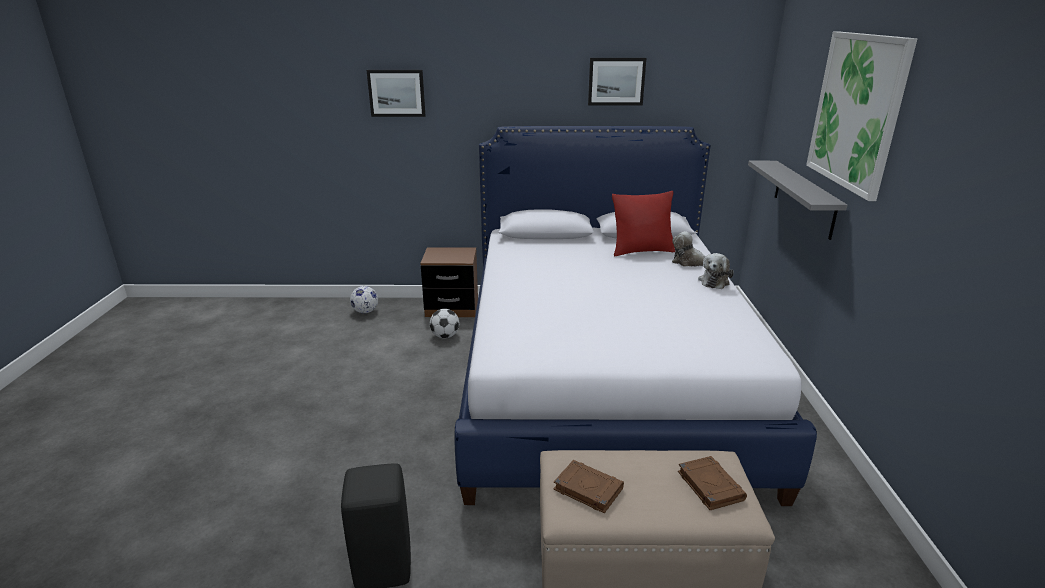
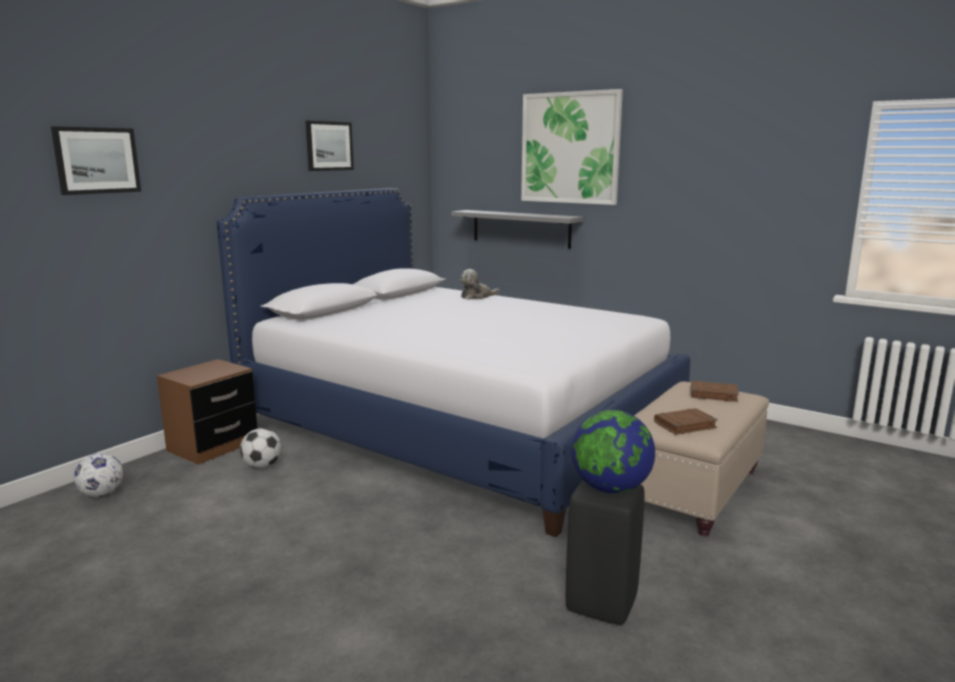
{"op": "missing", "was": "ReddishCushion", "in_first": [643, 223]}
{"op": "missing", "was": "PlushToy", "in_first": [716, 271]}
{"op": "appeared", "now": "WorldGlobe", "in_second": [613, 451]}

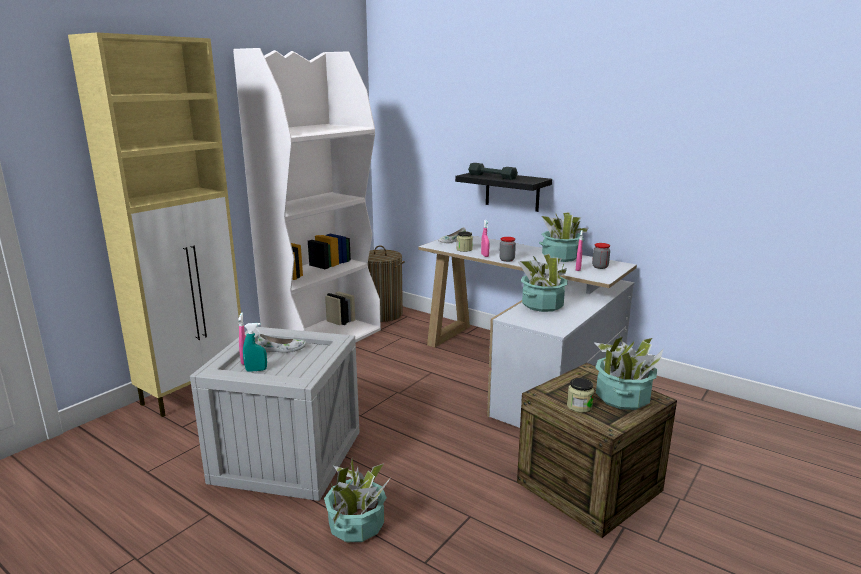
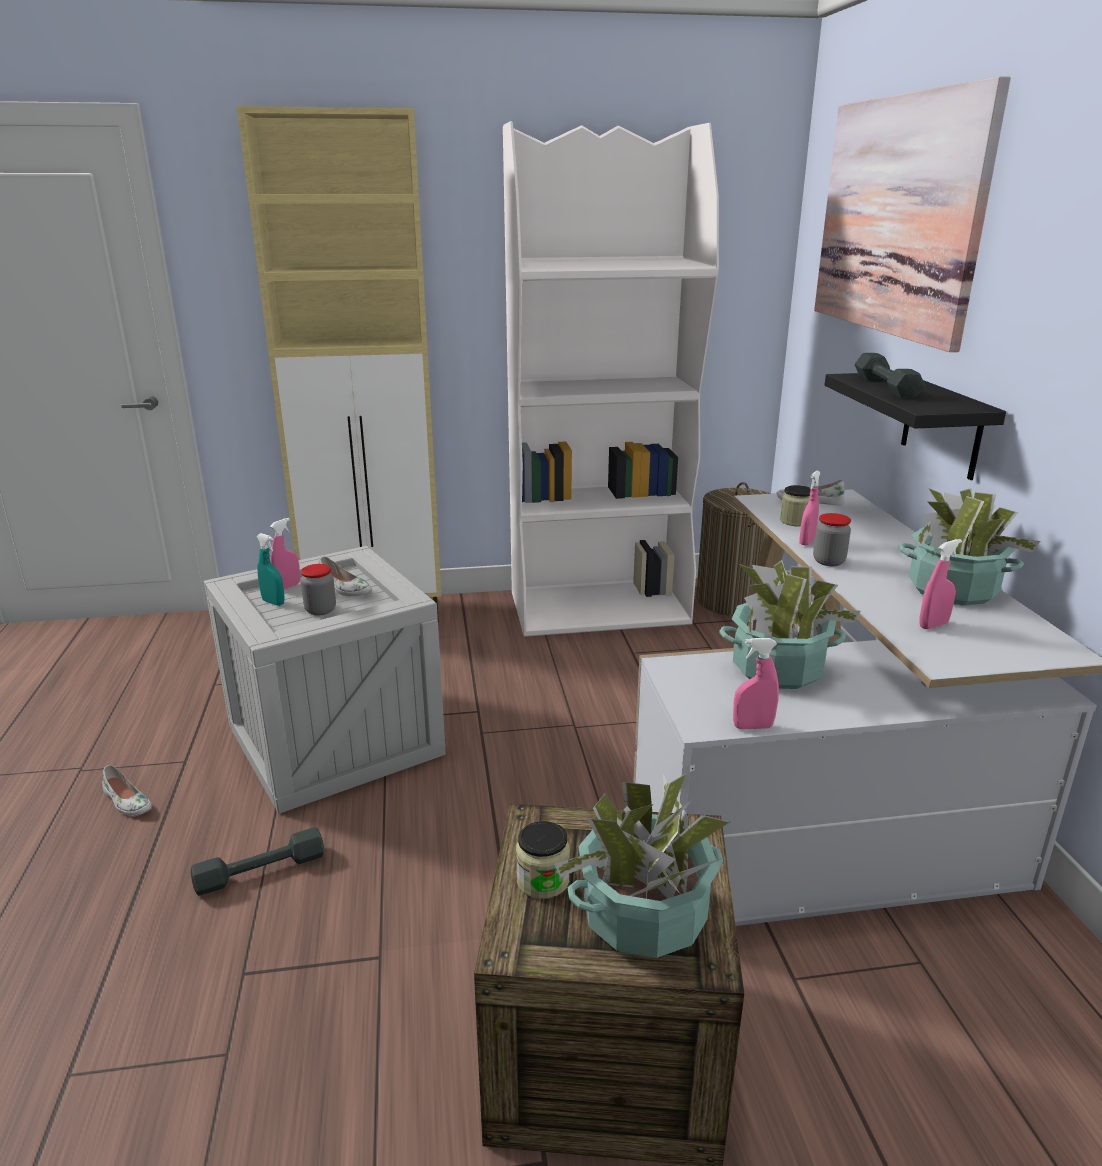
{"op": "relocated", "was": "StorageJar", "in_first": [601, 256], "in_second": [318, 589]}
{"op": "exchanged", "was": "Houseplant", "now": "GreyishFreeWeight", "in_first": [357, 500], "in_second": [257, 861]}
{"op": "appeared", "now": "Picture", "in_second": [912, 214]}
{"op": "appeared", "now": "PinkColouredHandSprayer", "in_second": [756, 683]}
{"op": "appeared", "now": "WhitishLowShoe", "in_second": [127, 790]}

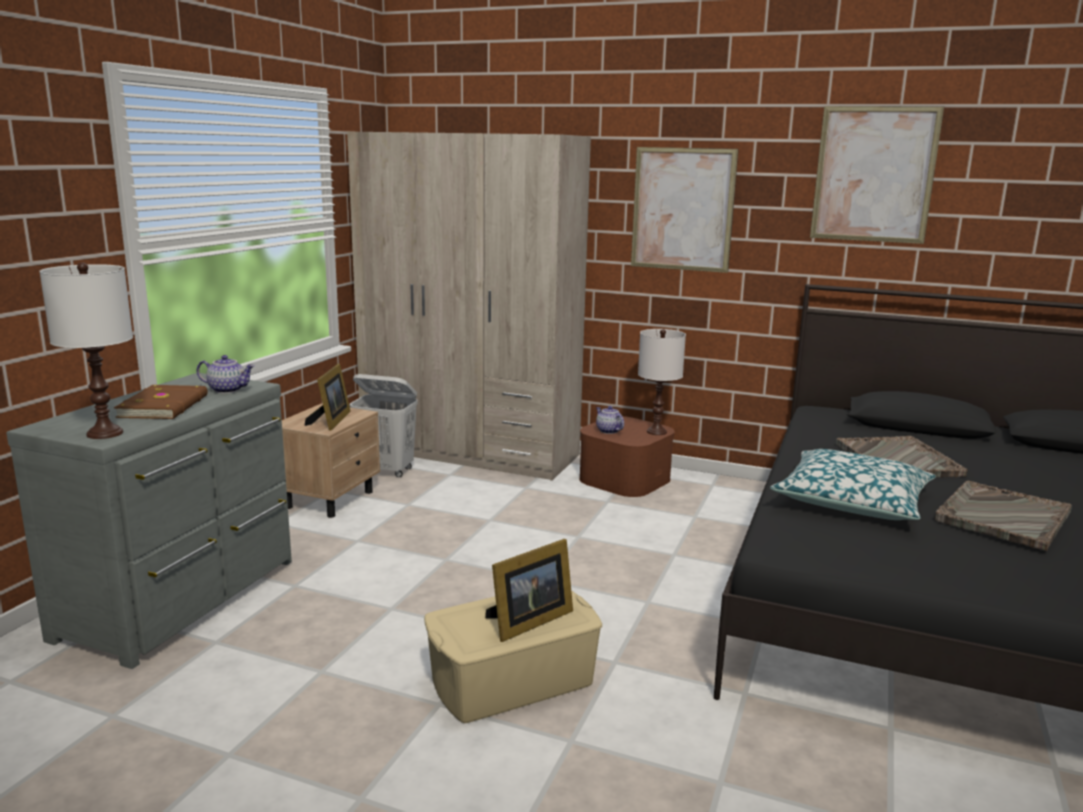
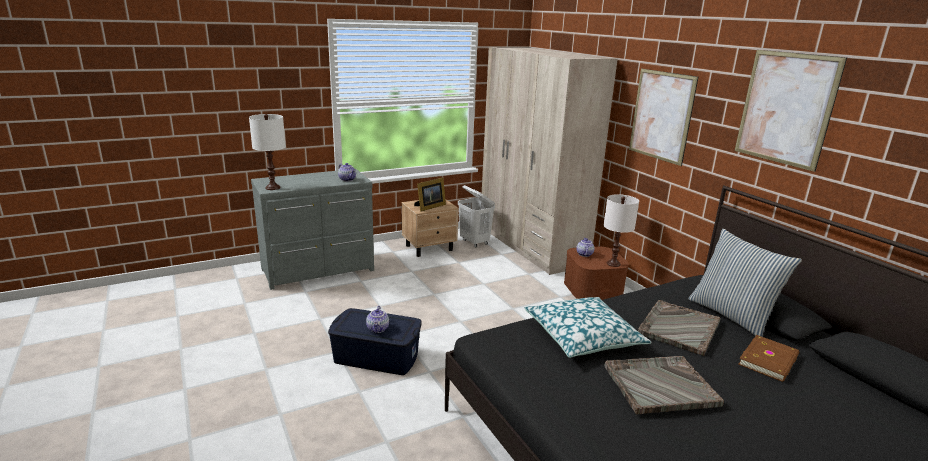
{"op": "relocated", "was": "BrownishBoundBook", "in_first": [161, 402], "in_second": [768, 358]}
{"op": "exchanged", "was": "PhotoFrame", "now": "Teapot", "in_first": [529, 590], "in_second": [377, 319]}
{"op": "colour", "was": "BeigeStorageBox", "now": "BluishStorageBox", "in_first": [513, 656], "in_second": [375, 341]}
{"op": "appeared", "now": "Cushion", "in_second": [745, 283]}

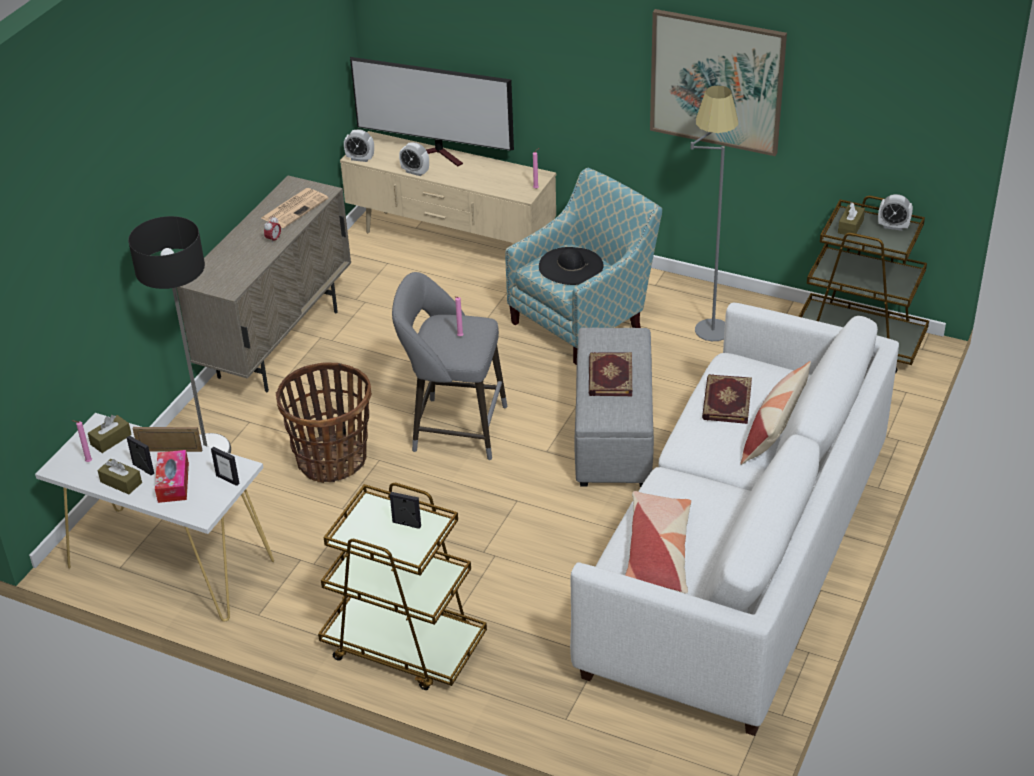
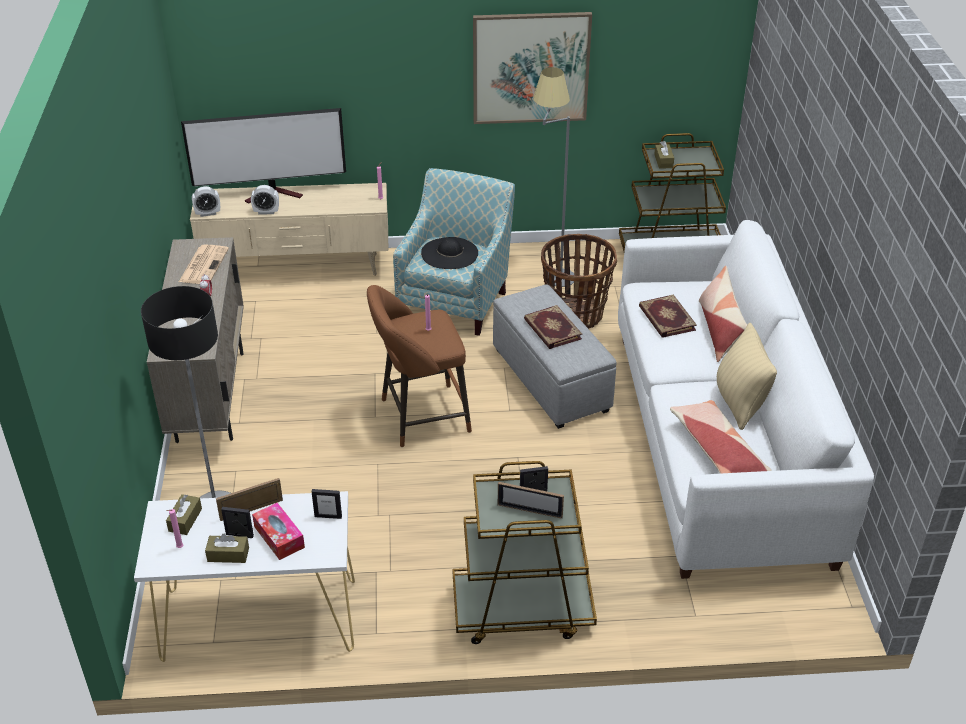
{"op": "missing", "was": "AlarmClock", "in_first": [895, 212]}
{"op": "colour", "was": "GreyishStool", "now": "BrownishStool", "in_first": [449, 366], "in_second": [419, 366]}
{"op": "relocated", "was": "Basket", "in_first": [324, 423], "in_second": [579, 281]}
{"op": "appeared", "now": "BeigeCushion", "in_second": [747, 376]}
{"op": "appeared", "now": "PhotoFrame", "in_second": [531, 500]}

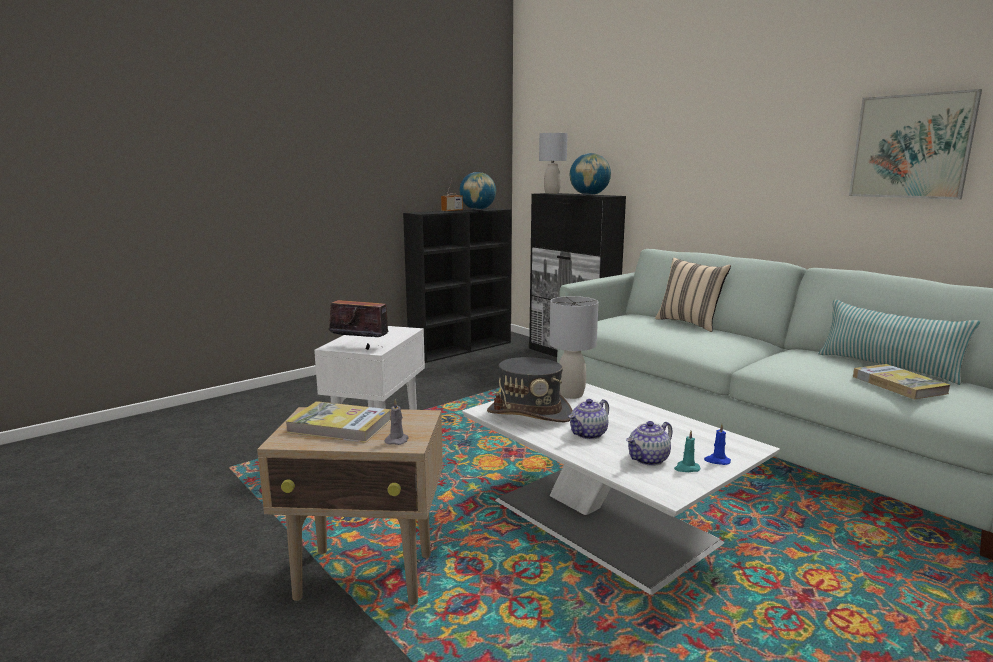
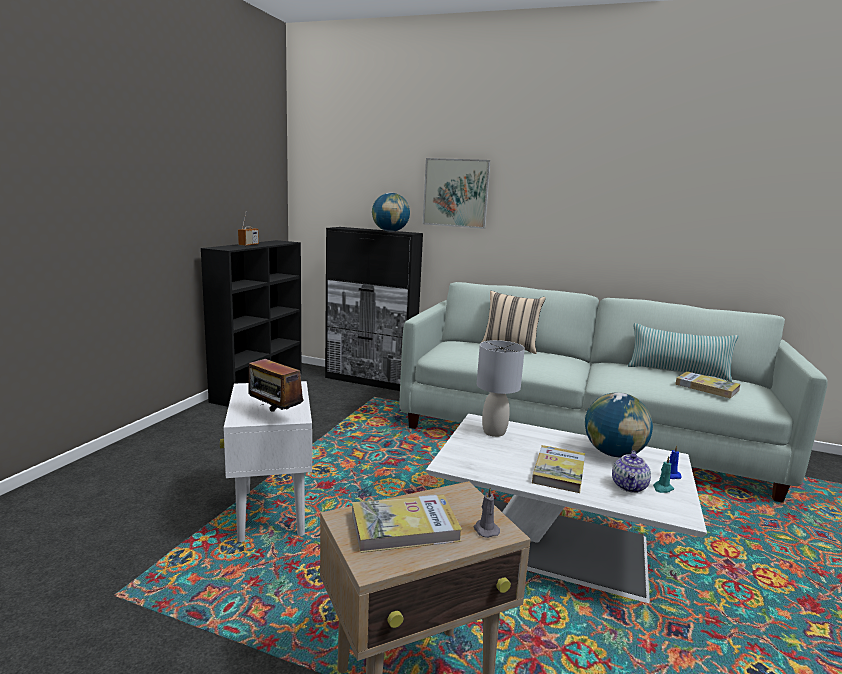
{"op": "relocated", "was": "Picture", "in_first": [915, 144], "in_second": [457, 193]}
{"op": "missing", "was": "GreyishTableLamp", "in_first": [553, 163]}
{"op": "relocated", "was": "WorldGlobe", "in_first": [477, 191], "in_second": [619, 424]}
{"op": "spun", "was": "RadioSet", "in_first": [358, 325], "in_second": [276, 385], "clockwise": -120}
{"op": "missing", "was": "GreyishWearableHat", "in_first": [530, 389]}
{"op": "exchanged", "was": "Teapot", "now": "BoundBook", "in_first": [588, 419], "in_second": [558, 469]}

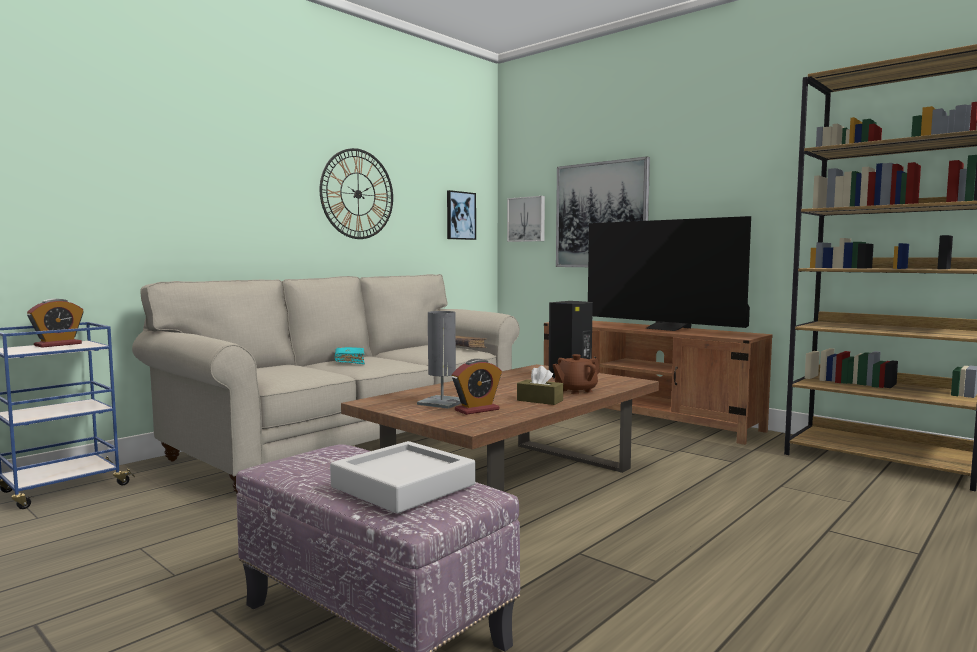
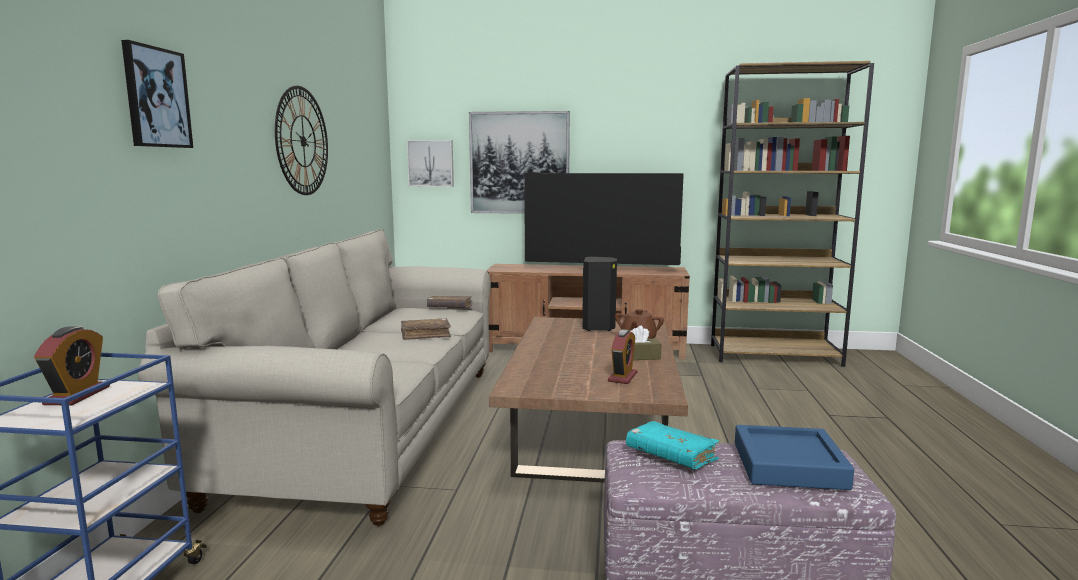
{"op": "relocated", "was": "Picture", "in_first": [461, 215], "in_second": [157, 94]}
{"op": "missing", "was": "GreyishTableLamp", "in_first": [439, 360]}
{"op": "relocated", "was": "TurquoiseColouredBoundBook", "in_first": [350, 355], "in_second": [673, 445]}
{"op": "colour", "was": "GreyishServingTray", "now": "BluishServingTray", "in_first": [402, 477], "in_second": [794, 457]}
{"op": "appeared", "now": "BrownishBoundBook", "in_second": [426, 329]}

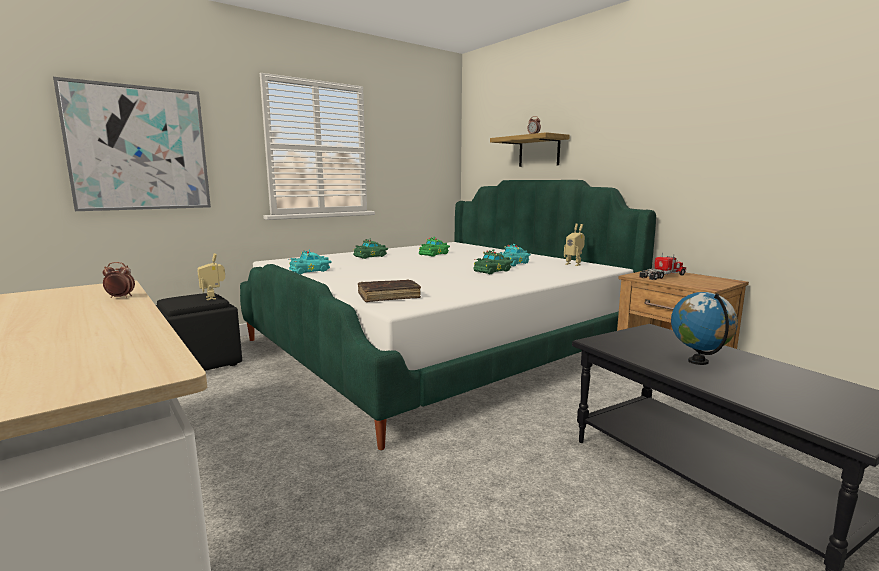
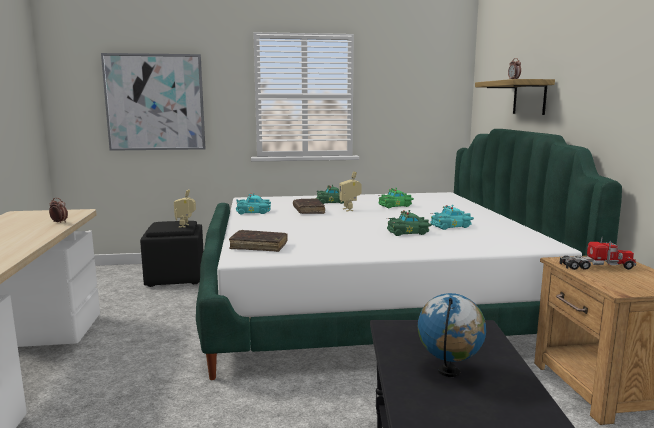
{"op": "relocated", "was": "RobotFigure", "in_first": [574, 245], "in_second": [350, 191]}
{"op": "appeared", "now": "BrownishBoundBook", "in_second": [309, 206]}

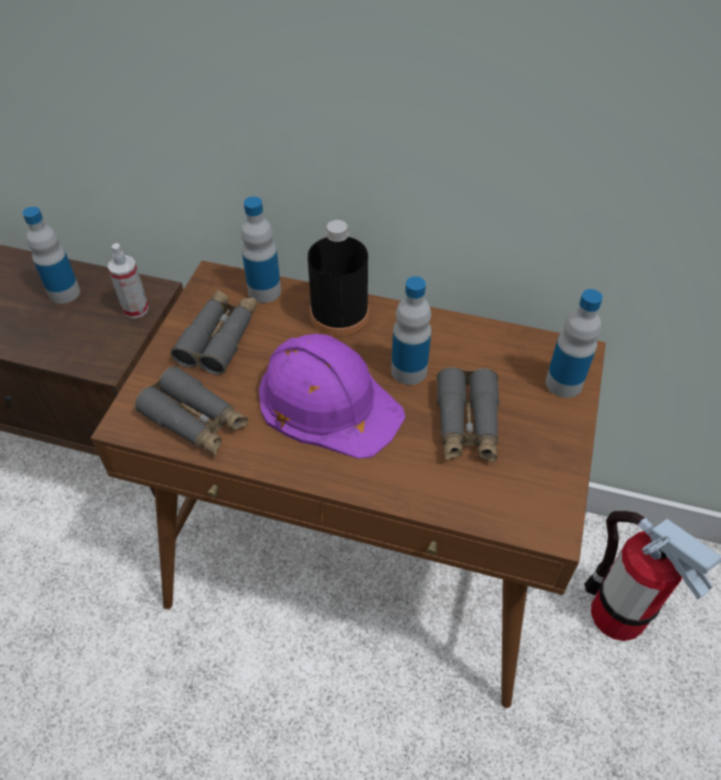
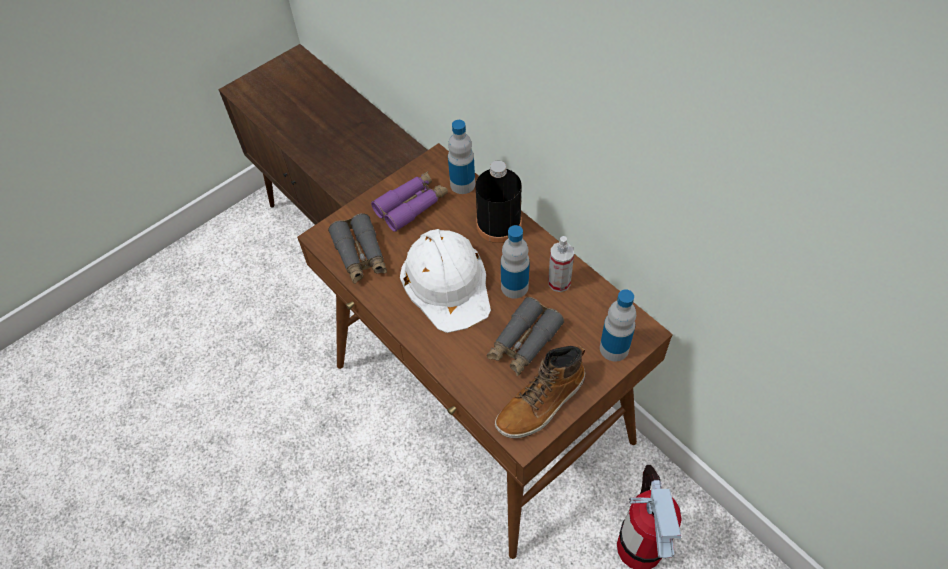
{"op": "missing", "was": "DrinkBottle", "in_first": [51, 255]}
{"op": "relocated", "was": "HandSprayer", "in_first": [128, 280], "in_second": [561, 264]}
{"op": "colour", "was": "GreyishPairOfBinoculars", "now": "PurplePairOfBinoculars", "in_first": [214, 332], "in_second": [409, 201]}
{"op": "colour", "was": "PurpleWorkHelmet", "now": "WhitishWorkHelmet", "in_first": [332, 396], "in_second": [445, 281]}
{"op": "appeared", "now": "TallBoot", "in_second": [540, 392]}

